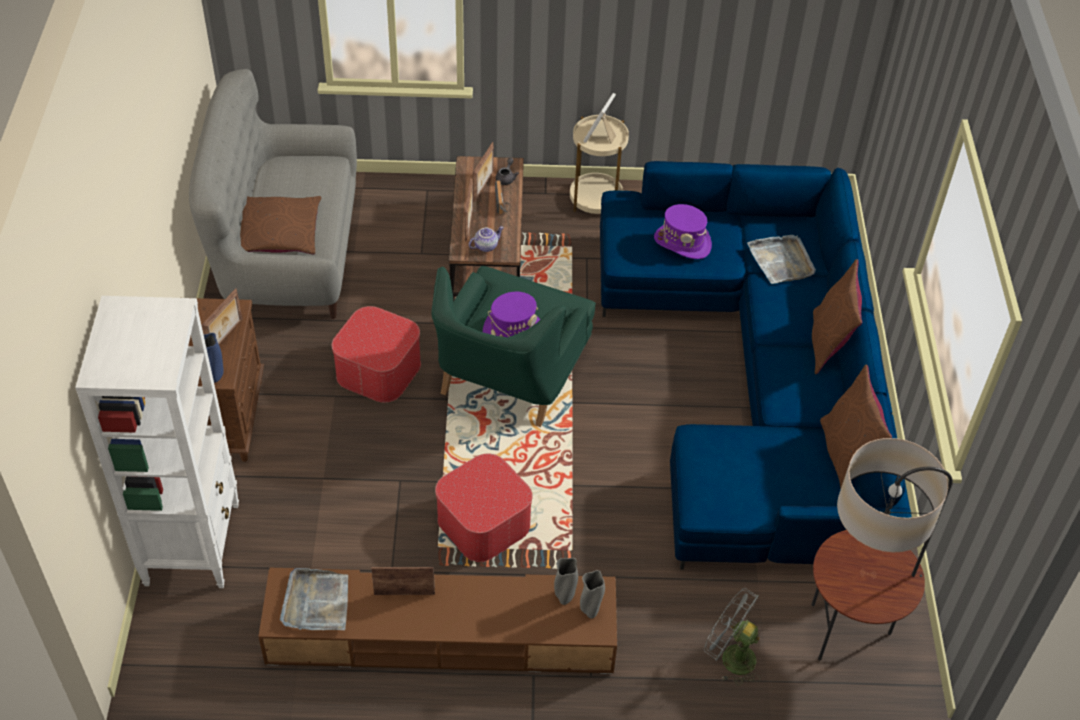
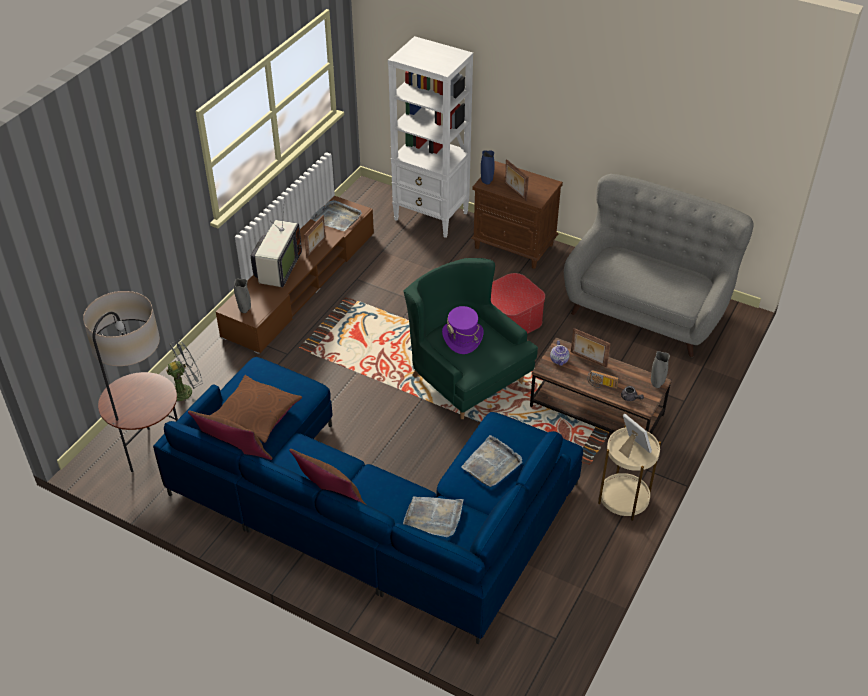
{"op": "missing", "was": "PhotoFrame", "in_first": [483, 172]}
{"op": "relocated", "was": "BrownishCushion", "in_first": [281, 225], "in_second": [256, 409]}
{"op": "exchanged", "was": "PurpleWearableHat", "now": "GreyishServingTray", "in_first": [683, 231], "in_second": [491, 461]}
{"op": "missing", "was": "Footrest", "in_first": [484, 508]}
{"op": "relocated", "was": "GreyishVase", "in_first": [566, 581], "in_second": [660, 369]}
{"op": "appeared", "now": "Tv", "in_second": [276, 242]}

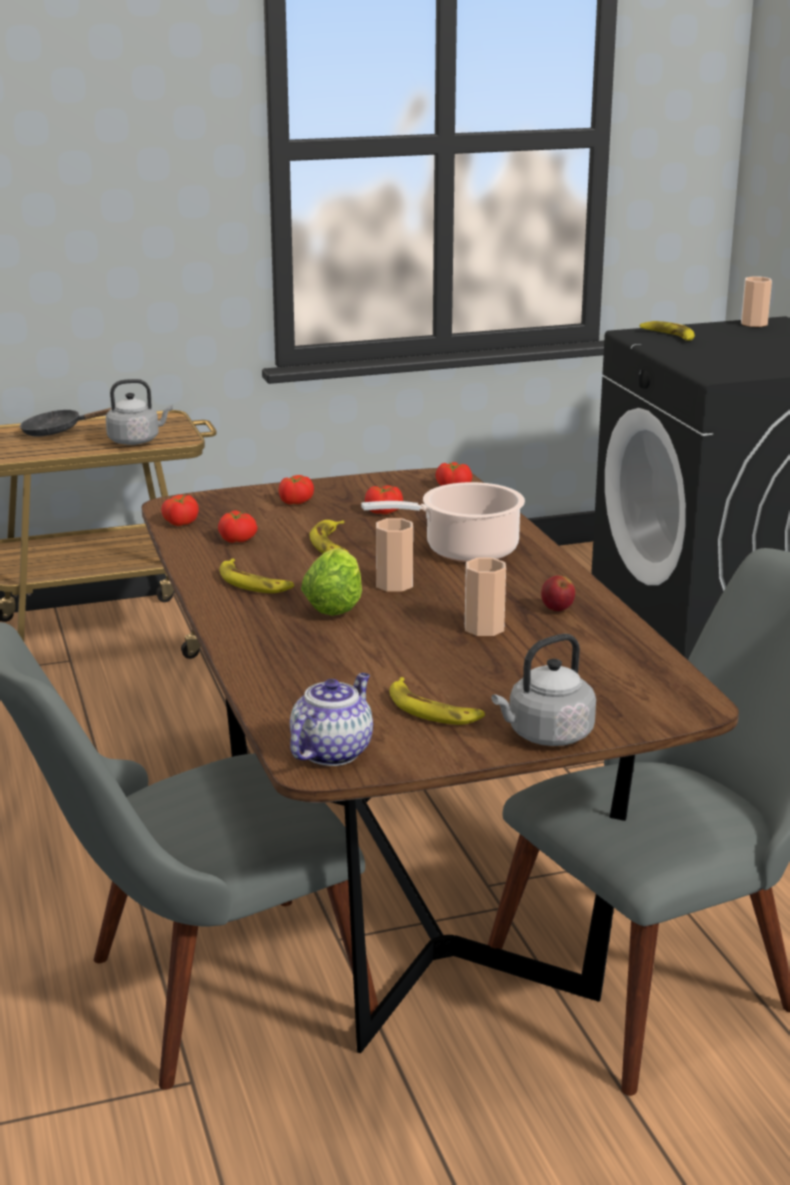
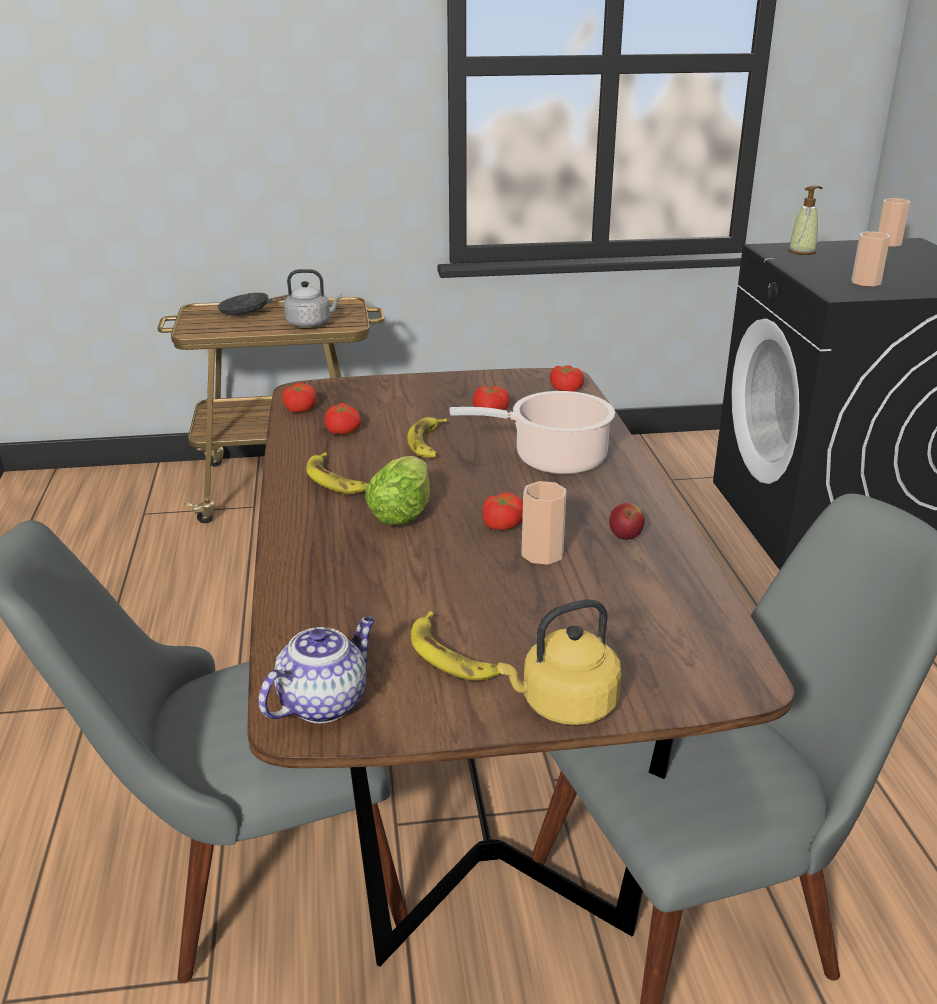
{"op": "exchanged", "was": "BananaFruit", "now": "LiquidSoapBottle", "in_first": [667, 331], "in_second": [805, 220]}
{"op": "relocated", "was": "Tomato", "in_first": [296, 490], "in_second": [502, 511]}
{"op": "relocated", "was": "SmallCup", "in_first": [394, 555], "in_second": [870, 259]}
{"op": "colour", "was": "GreyishWaterKettle", "now": "YellowishWaterKettle", "in_first": [543, 690], "in_second": [560, 662]}

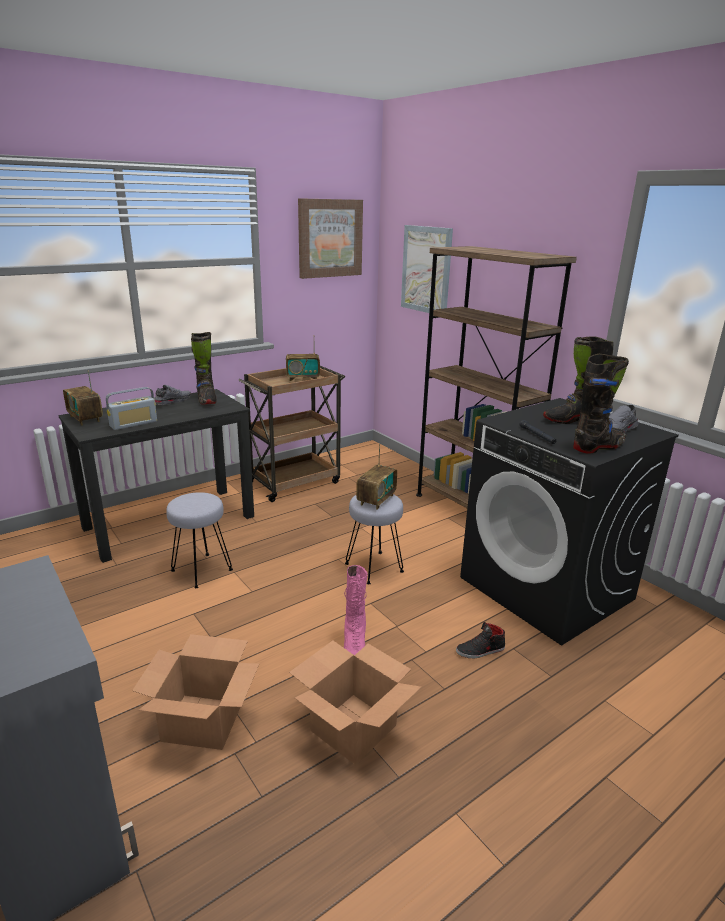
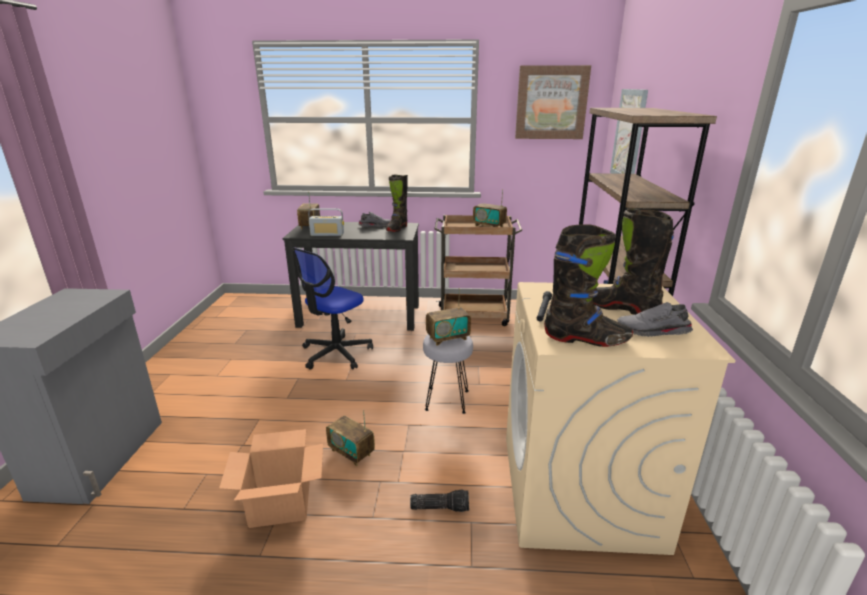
{"op": "colour", "was": "BlackColouredWashingMachine", "now": "BeigeWashingMachine", "in_first": [569, 521], "in_second": [621, 418]}
{"op": "exchanged", "was": "GreyishStool", "now": "ComputerChair", "in_first": [199, 540], "in_second": [332, 309]}
{"op": "exchanged", "was": "PinkColouredTallBoot", "now": "RadioSet", "in_first": [356, 610], "in_second": [350, 438]}
{"op": "exchanged", "was": "BlackColouredLowShoe", "now": "Torch", "in_first": [480, 640], "in_second": [439, 501]}
{"op": "missing", "was": "PackingBox", "in_first": [195, 692]}

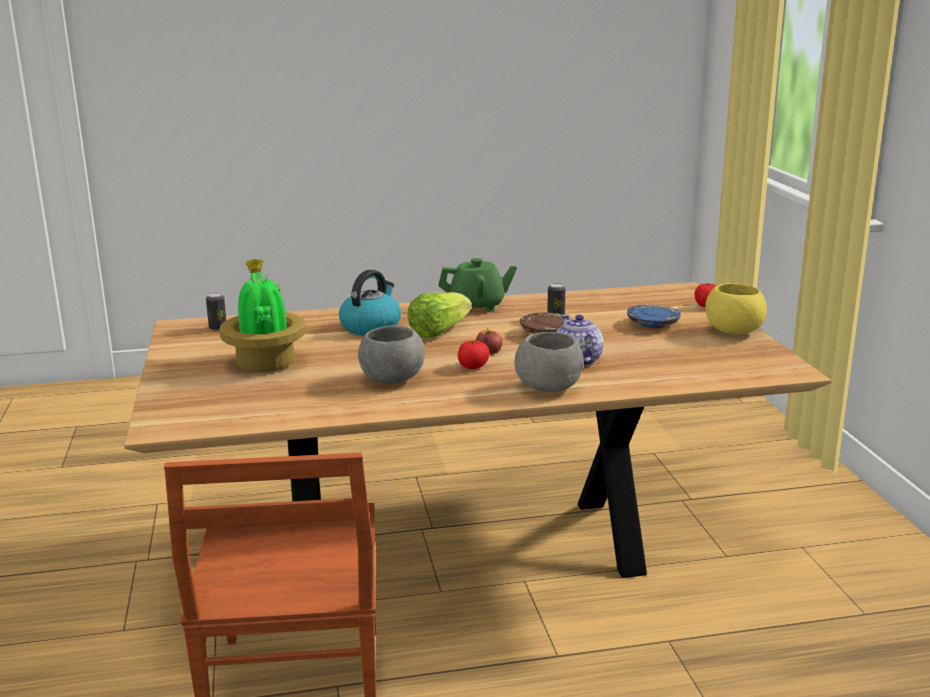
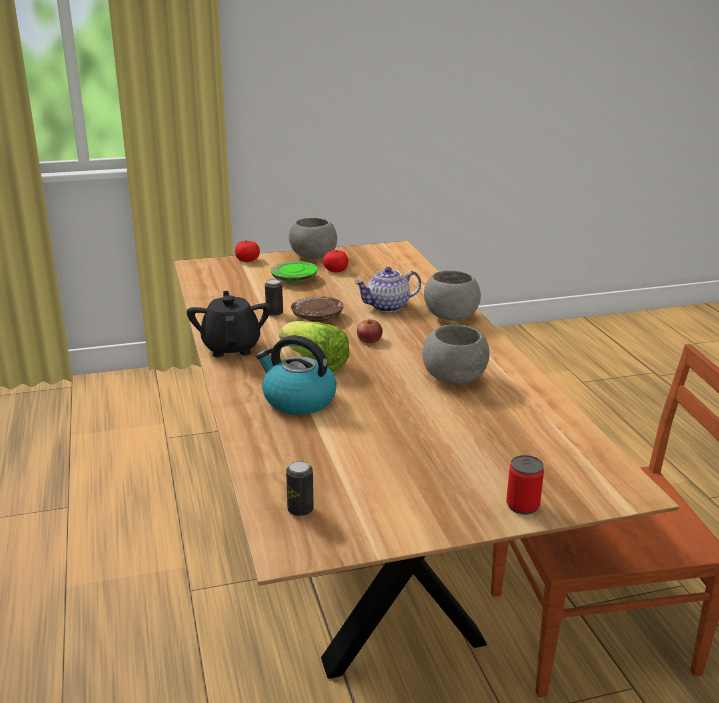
{"op": "colour", "was": "GreenishTeapot", "now": "BlackColouredTeapot", "in_first": [477, 285], "in_second": [229, 324]}
{"op": "missing", "was": "Houseplant", "in_first": [263, 315]}
{"op": "colour", "was": "YellowishServingBowl", "now": "GreyishServingBowl", "in_first": [736, 309], "in_second": [313, 238]}
{"op": "colour", "was": "BluishPlate", "now": "GreenishPlate", "in_first": [654, 316], "in_second": [294, 272]}
{"op": "relocated", "was": "Tomato", "in_first": [474, 354], "in_second": [335, 261]}
{"op": "appeared", "now": "MetalCan", "in_second": [525, 485]}

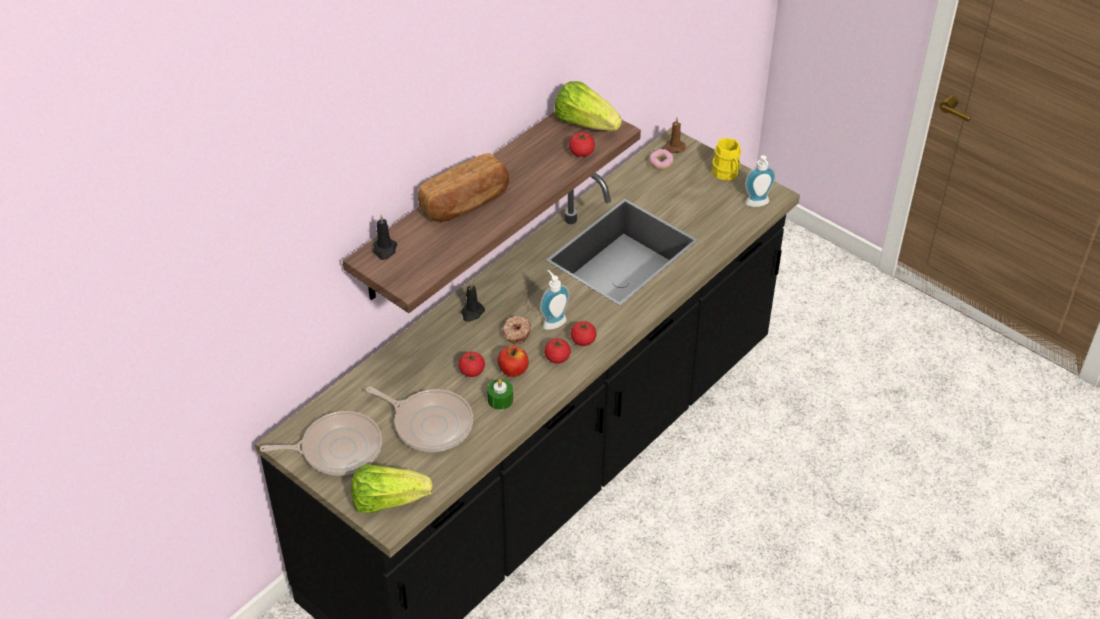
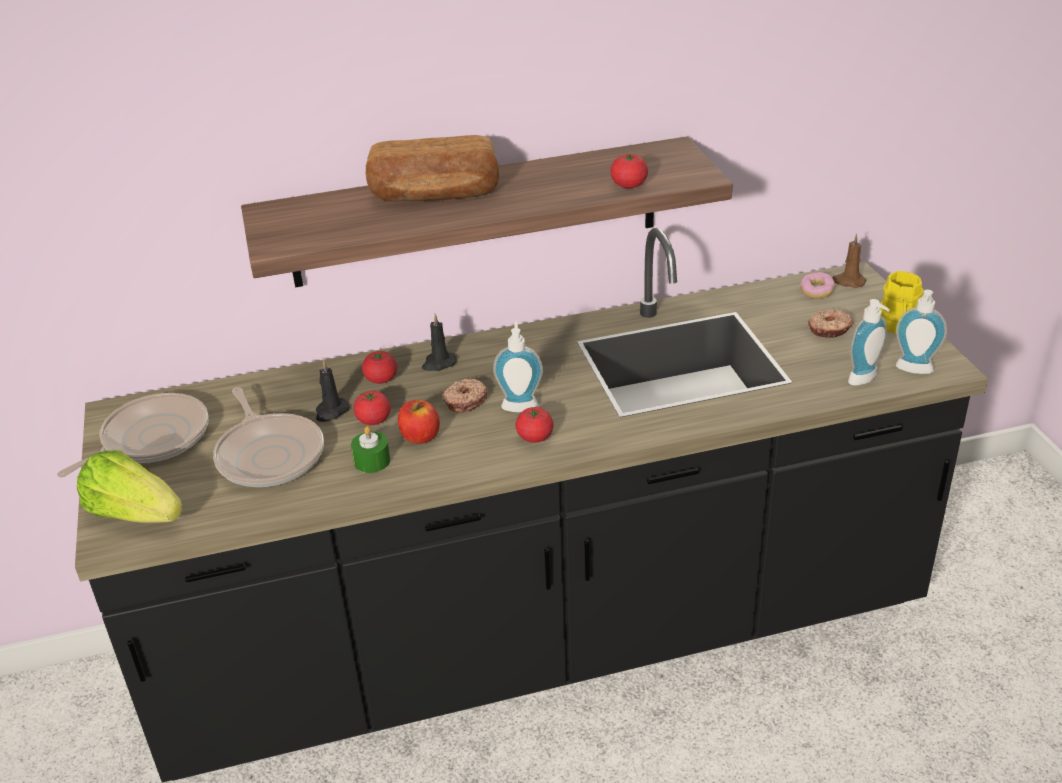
{"op": "missing", "was": "LettuceHead", "in_first": [588, 106]}
{"op": "relocated", "was": "BlackColouredWaxLight", "in_first": [385, 237], "in_second": [333, 391]}
{"op": "relocated", "was": "Tomato", "in_first": [557, 351], "in_second": [379, 367]}
{"op": "spun", "was": "FryingPan", "in_first": [321, 443], "in_second": [133, 435], "clockwise": -75}
{"op": "appeared", "now": "LiquidSoapBottle", "in_second": [869, 342]}
{"op": "appeared", "now": "Donut", "in_second": [831, 323]}

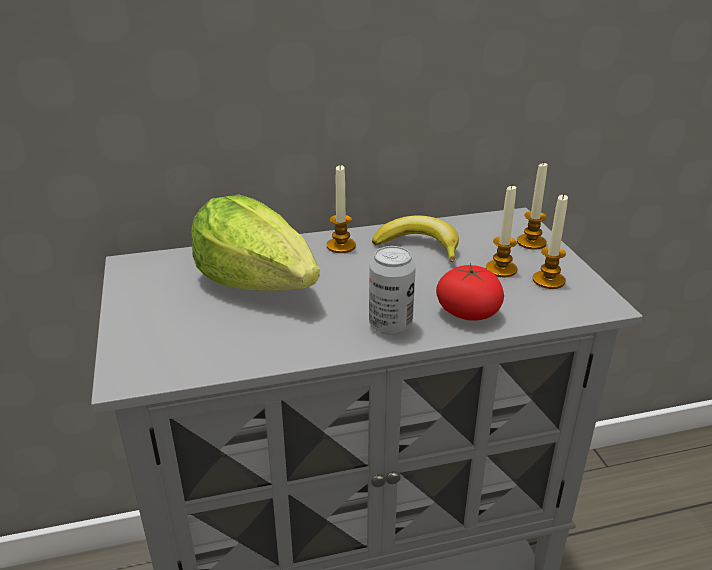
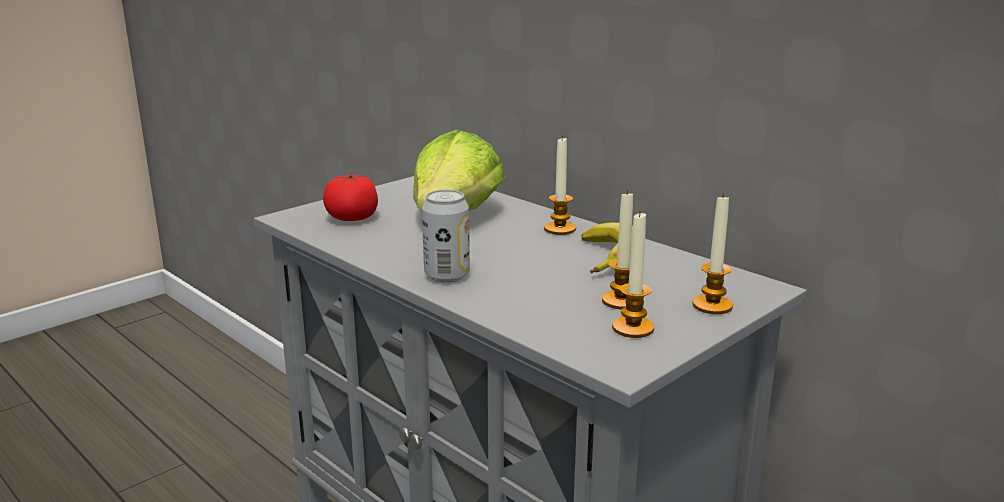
{"op": "relocated", "was": "Tomato", "in_first": [470, 292], "in_second": [350, 197]}

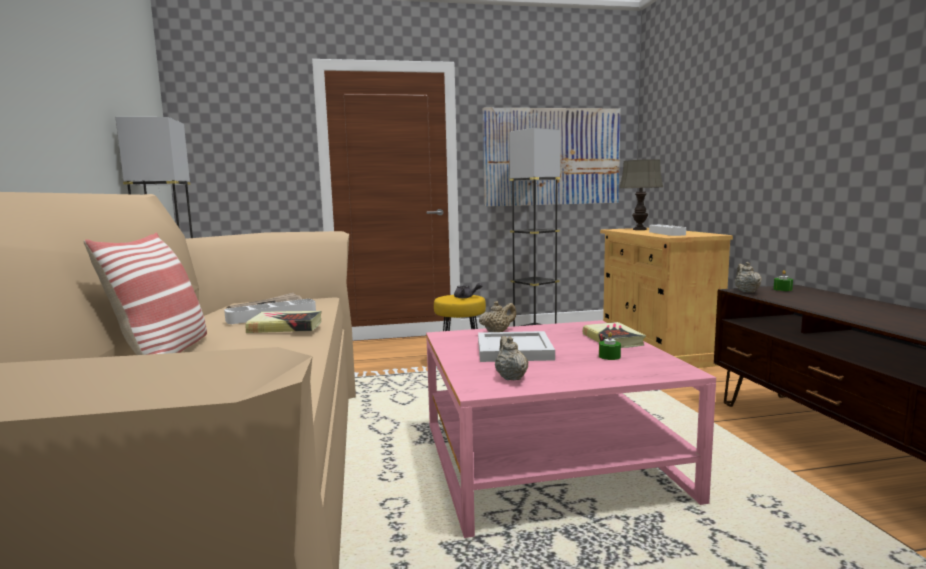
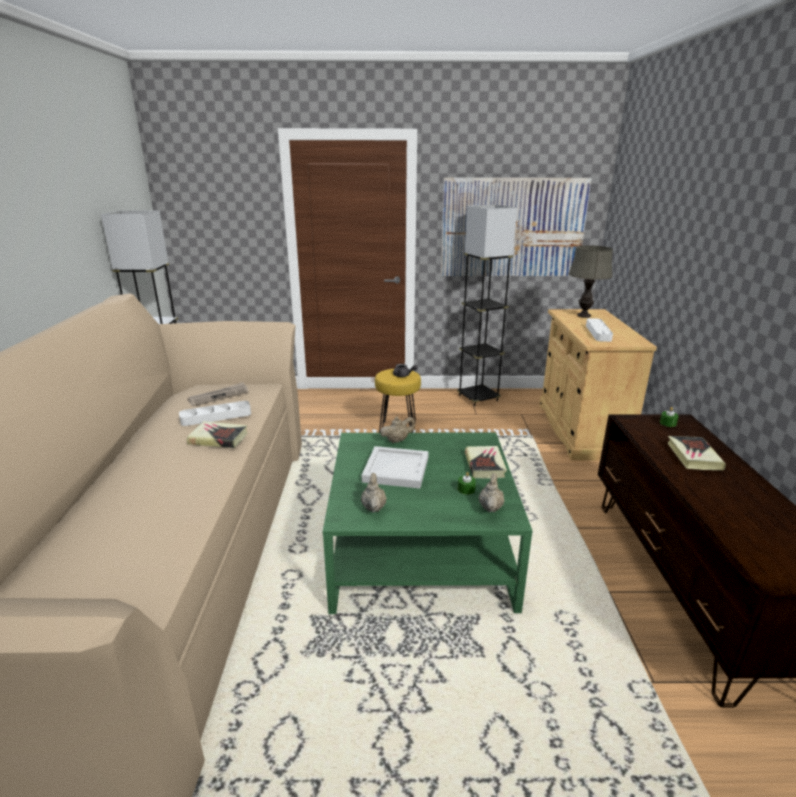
{"op": "missing", "was": "Cushion", "in_first": [145, 294]}
{"op": "relocated", "was": "BeigeTeapot", "in_first": [748, 277], "in_second": [491, 492]}
{"op": "colour", "was": "PinkColouredCoffeeTable", "now": "GreenishCoffeeTable", "in_first": [571, 429], "in_second": [427, 523]}
{"op": "appeared", "now": "BoundBook", "in_second": [696, 453]}

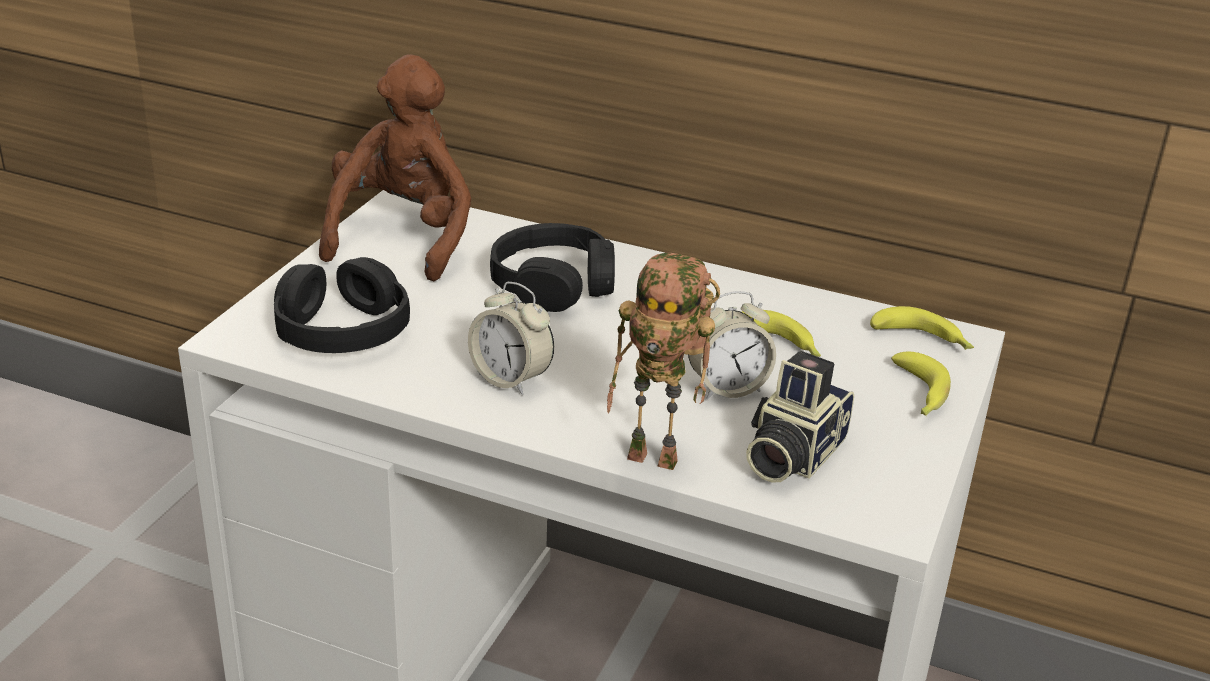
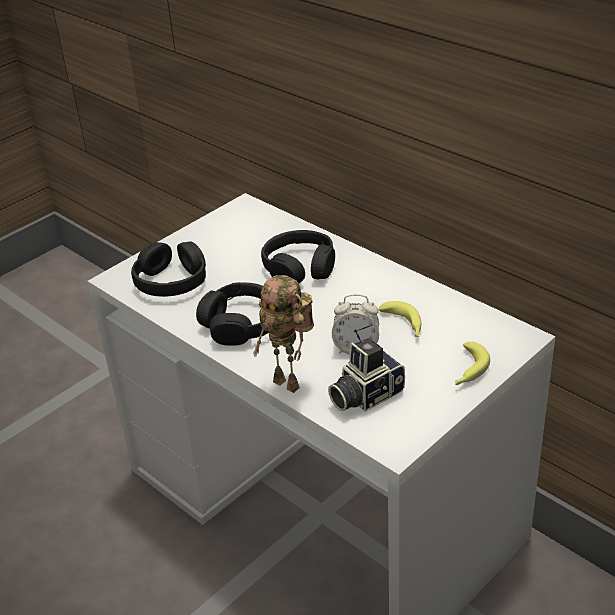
{"op": "missing", "was": "BrownishPlushToy", "in_first": [395, 167]}
{"op": "exchanged", "was": "AlarmClock", "now": "BlackColouredHeadset", "in_first": [511, 338], "in_second": [232, 314]}
{"op": "missing", "was": "BananaFruit", "in_first": [922, 328]}

